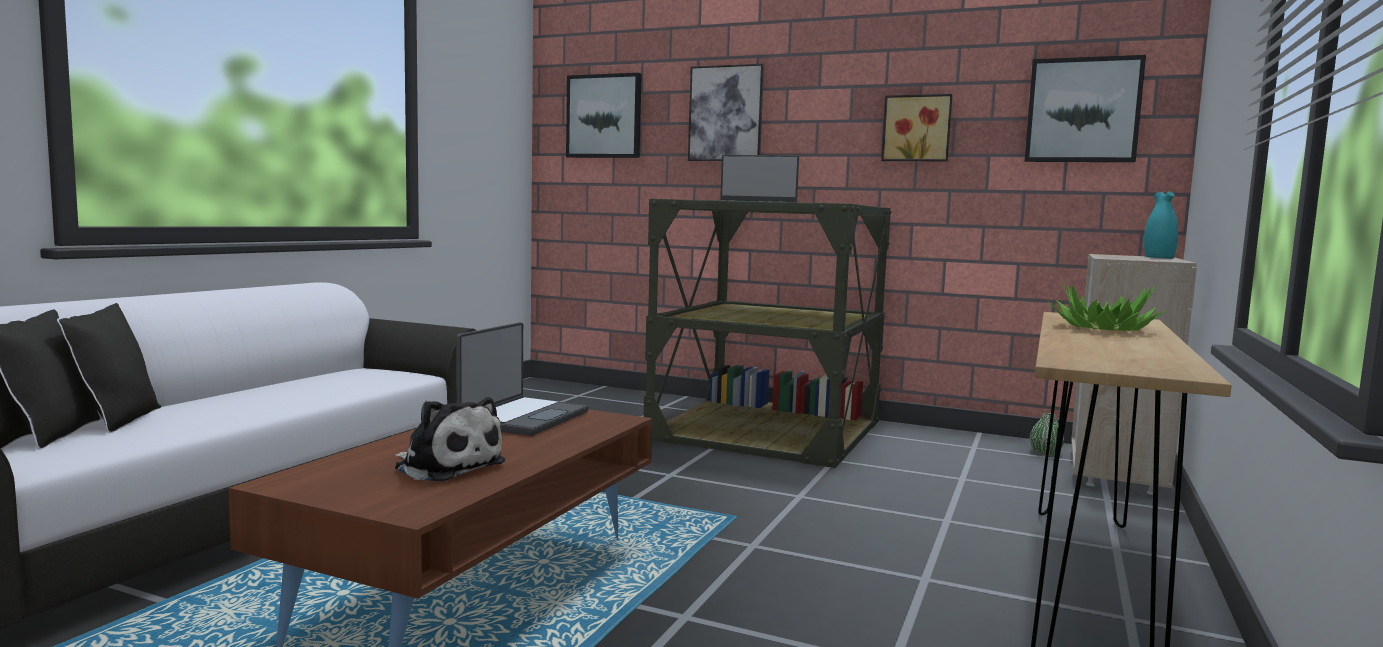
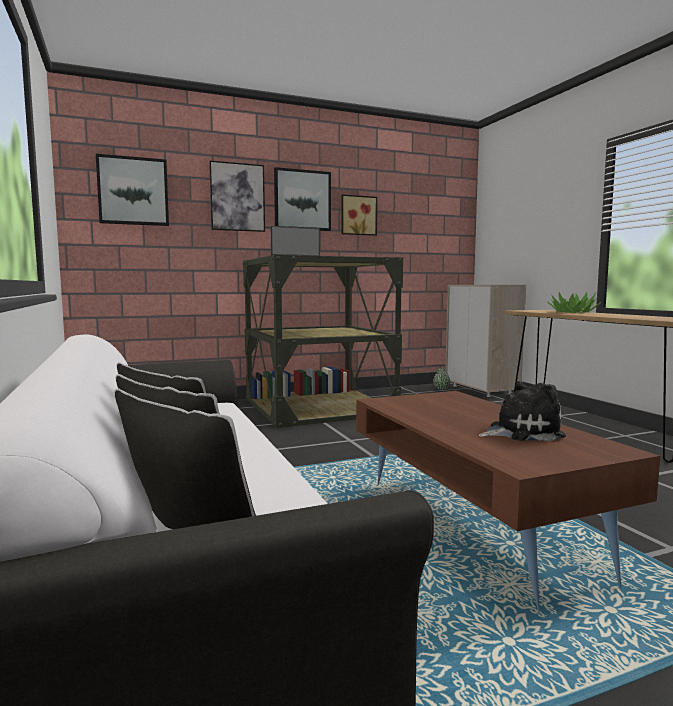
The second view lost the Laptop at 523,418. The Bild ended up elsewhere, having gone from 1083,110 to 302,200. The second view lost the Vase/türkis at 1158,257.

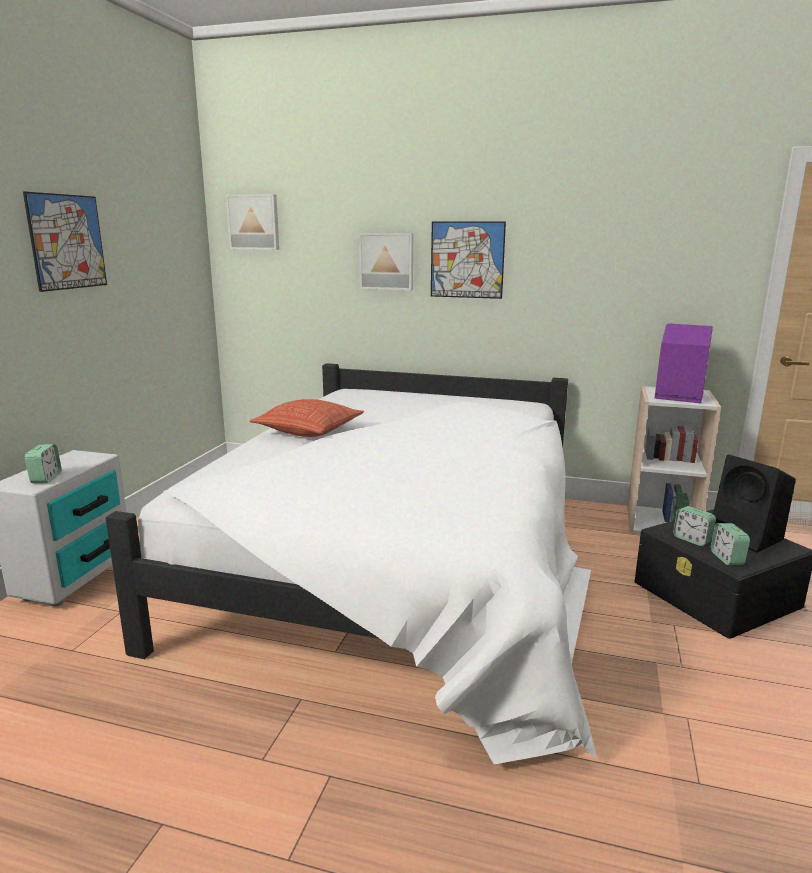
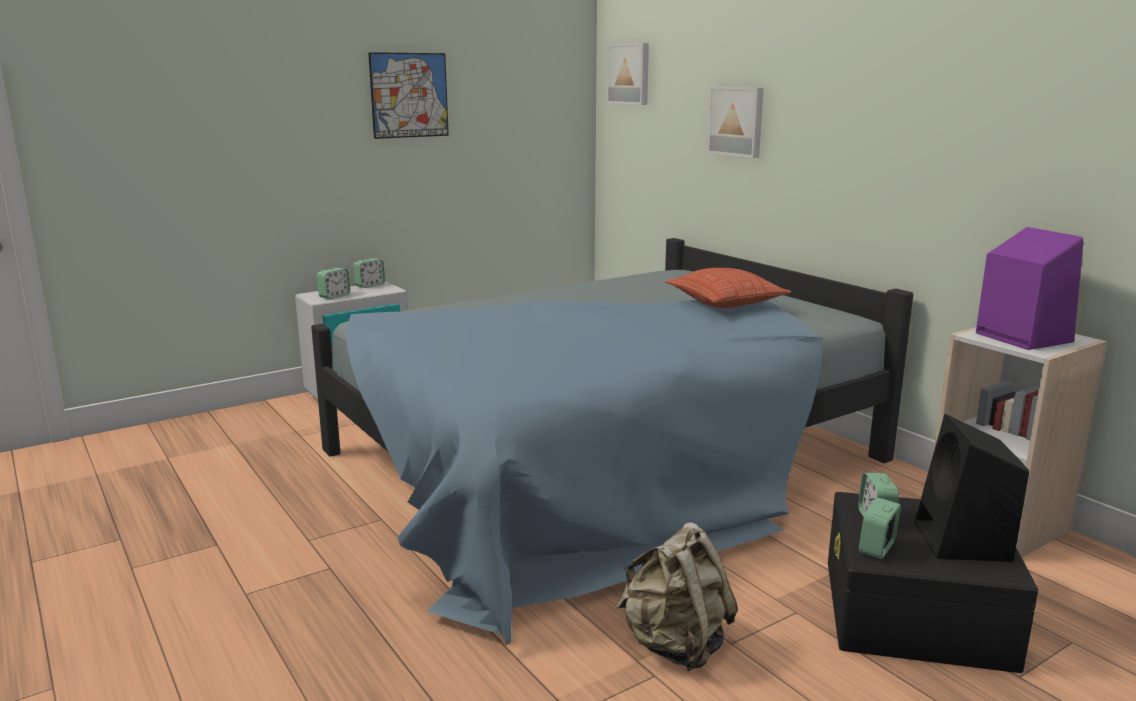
What was the Bett/weiß at 402,567 turned into the Bett/blau at 603,464. The Kissen/orange ended up elsewhere, having gone from 309,431 to 726,303. The second view lost the Bild at 467,260. The second view gained the Wecker at 369,285. The second view gained the Rucksack/beige at 675,645.

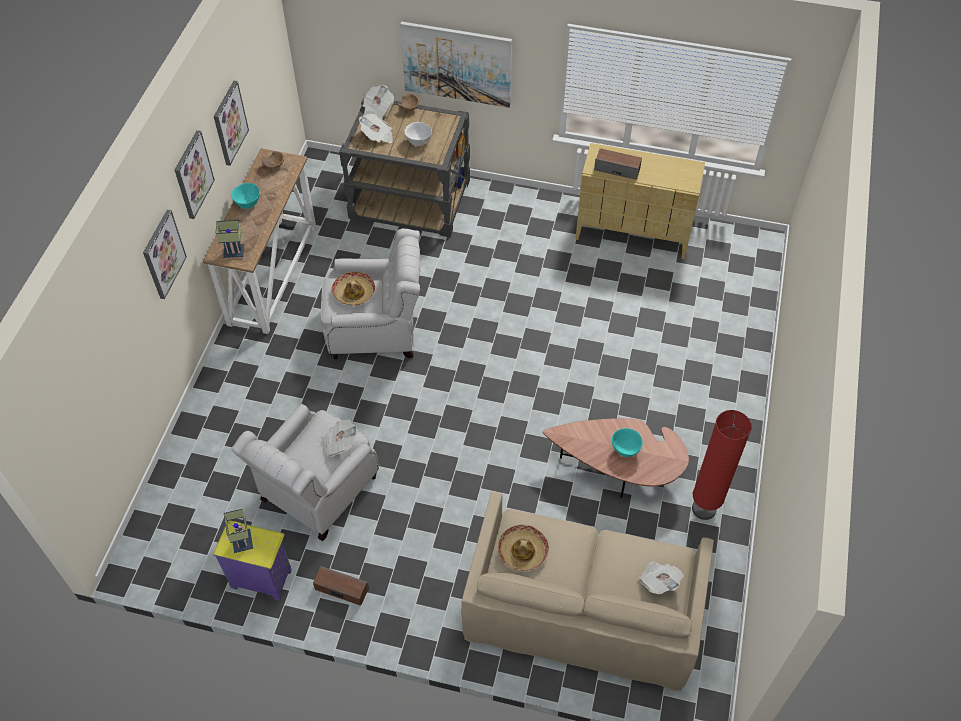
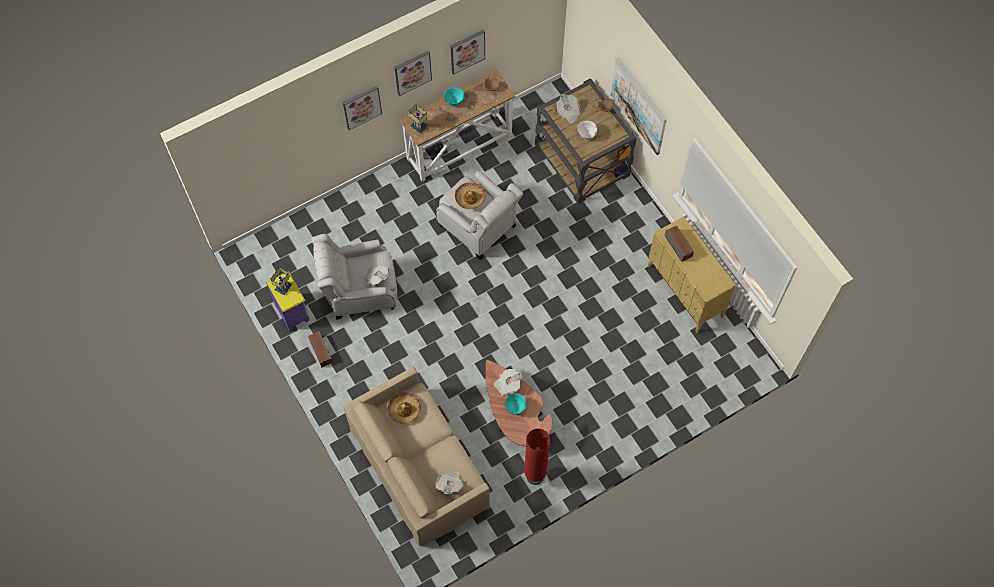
The Zeitung ended up elsewhere, having gone from 377,110 to 507,384.

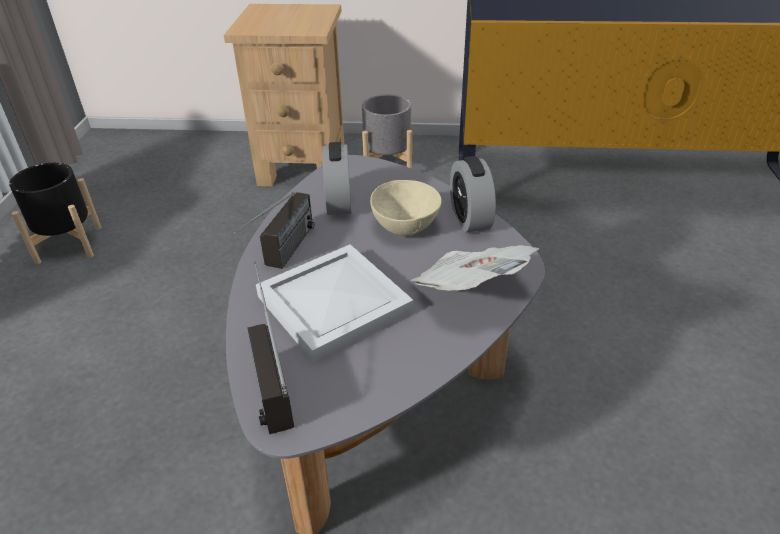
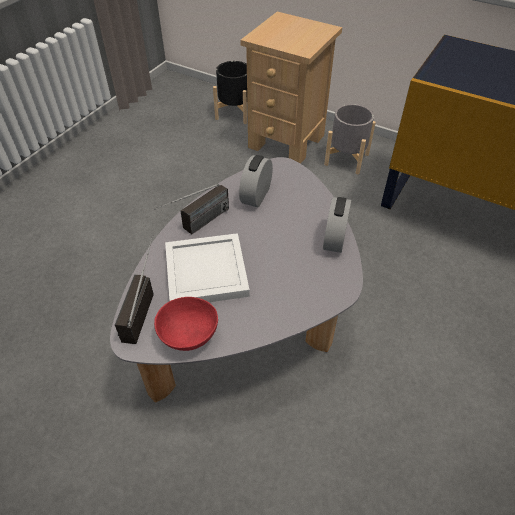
The Pflanzkübel/schwarz ended up elsewhere, having gone from 68,244 to 234,113. The second view lost the Schüssel/beige at 405,225. The second view lost the Zeitung at 469,290. The second view gained the Schüssel/rot at 190,336.

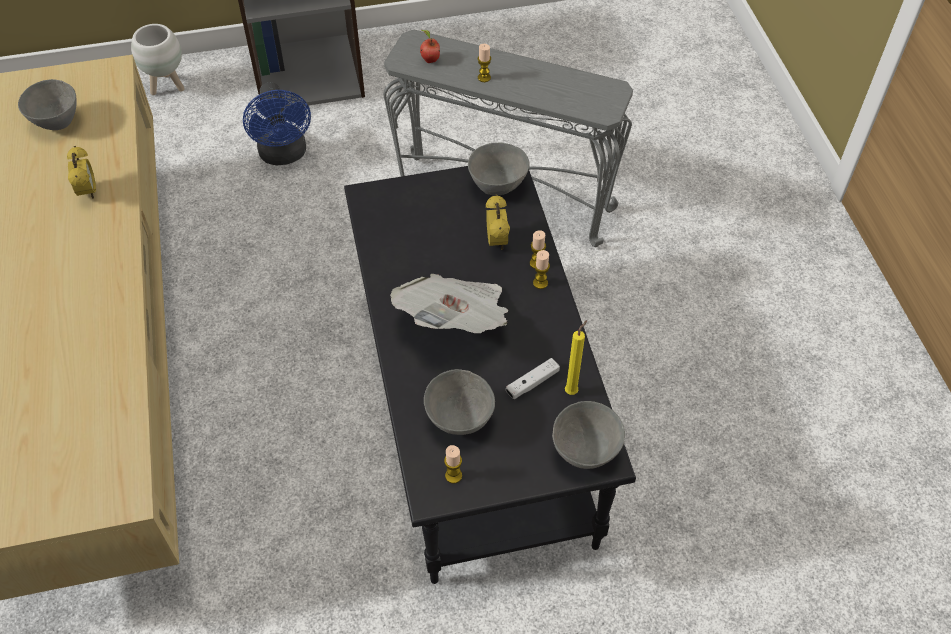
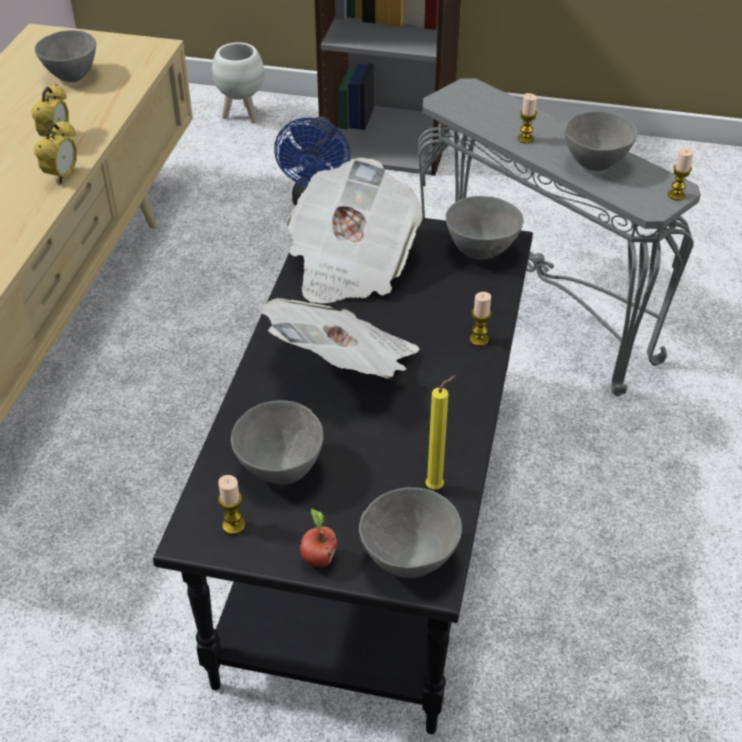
The Apfel ended up elsewhere, having gone from 429,60 to 318,559. The Wecker ended up elsewhere, having gone from 497,241 to 62,176. The second view lost the Gamepad/weiß at 532,383. The Kerze ended up elsewhere, having gone from 540,283 to 676,195. The second view gained the Zeitung at 350,263. The second view gained the Schüssel/grau at 595,165.

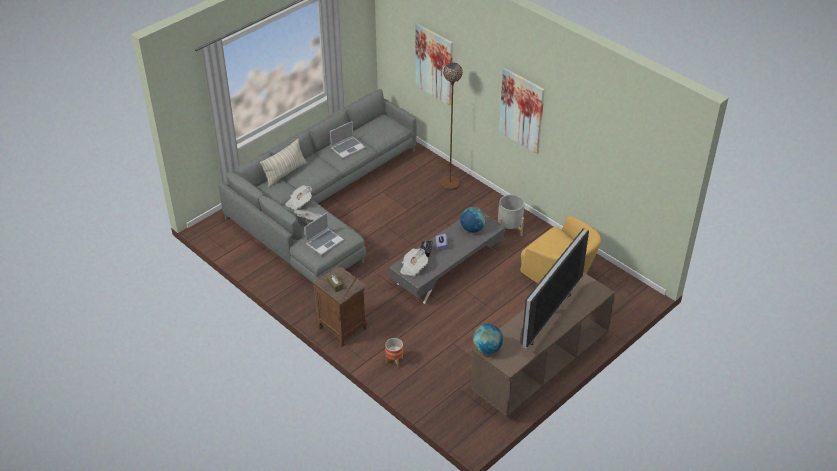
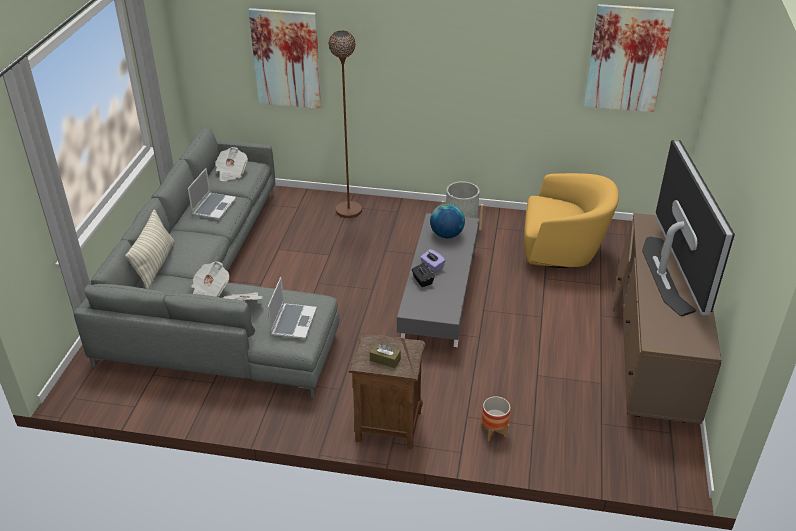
The Zeitung ended up elsewhere, having gone from 413,268 to 231,172. The second view lost the Globus at 487,349. The Bild ended up elsewhere, having gone from 522,110 to 627,59.

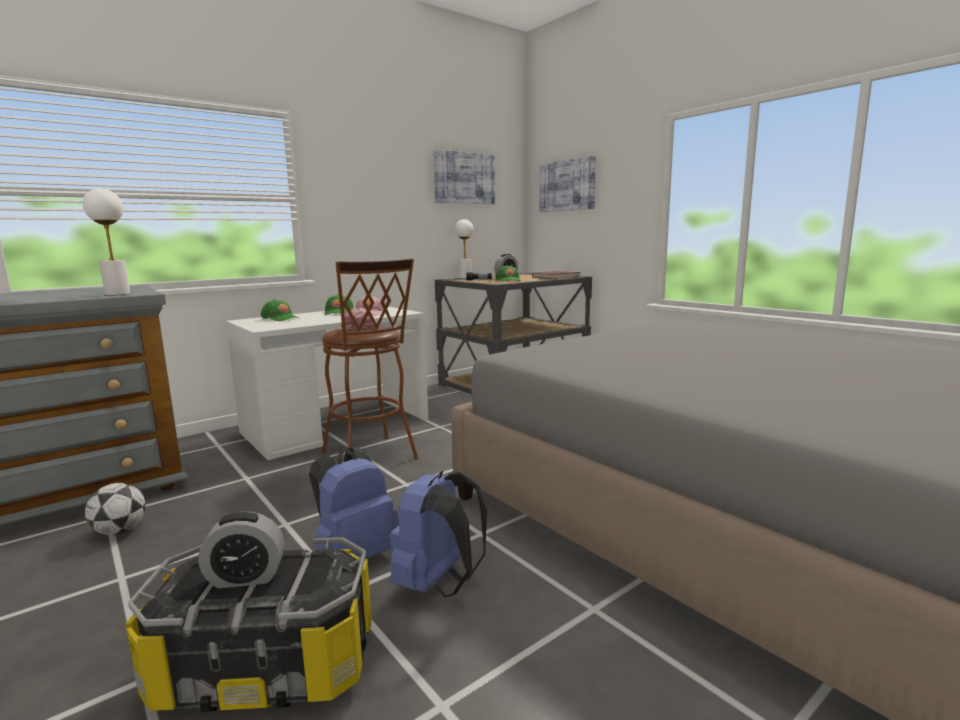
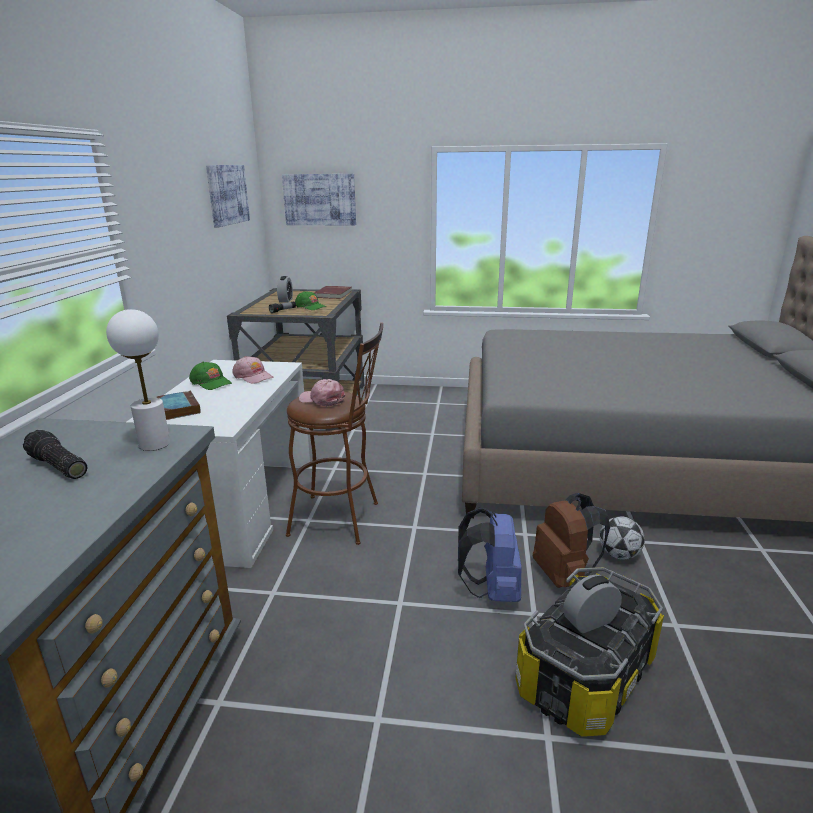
The Fußball ended up elsewhere, having gone from 120,531 to 618,555. The Wecker at 246,577 ended up facing another way, 150 degrees counterclockwise from before. Where the Kappe/grün stood at 280,318, the Buch came to stand at 178,408. What was the Rucksack/blau at 438,584 turned into the Rucksack/braun at 564,575. The second view lost the Tischlampe/weiß at 465,278. The second view gained the Taschenlampe at 57,467.

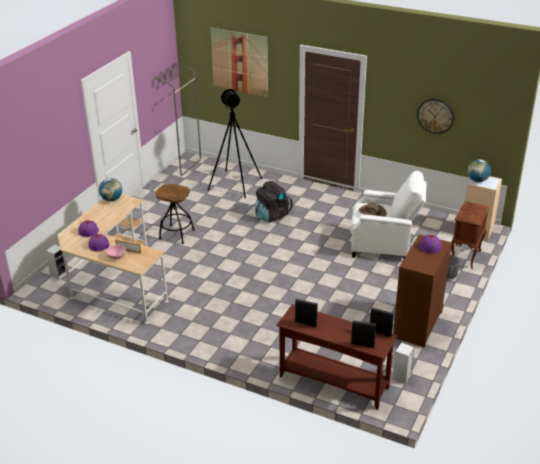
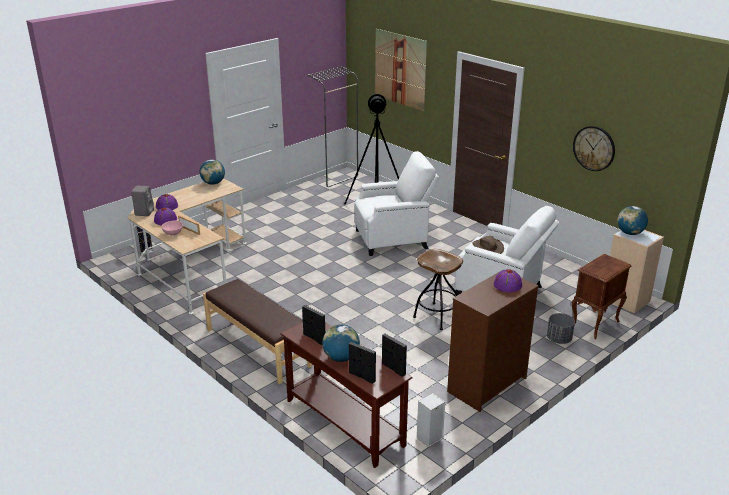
The Hocker/braun ended up elsewhere, having gone from 177,234 to 437,316. Where the Rucksack/schwarz stood at 272,215, the Sessel/weiß came to stand at 394,239. The second view gained the Lautsprecher/grau at 144,212. The second view gained the Bank/braun at 257,347. The second view gained the Globus at 341,358.

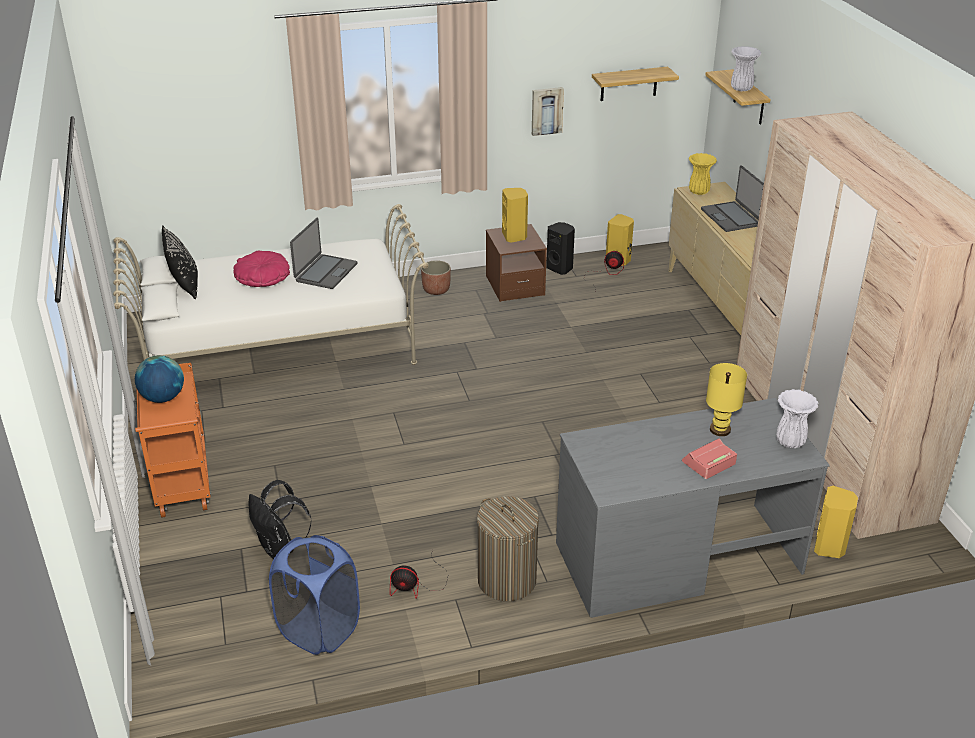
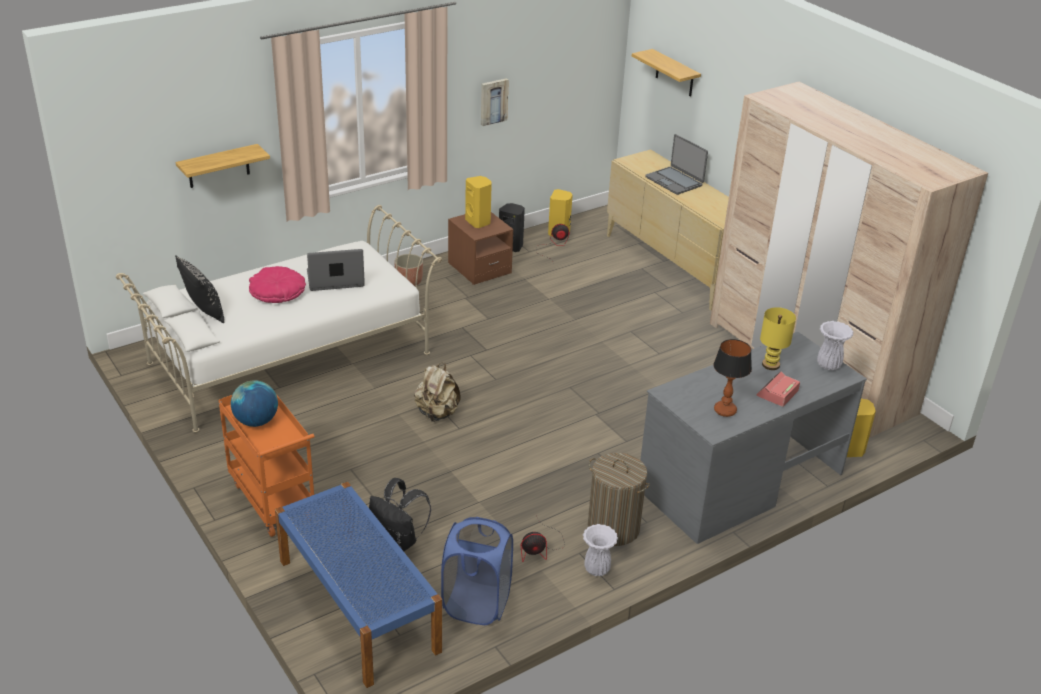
The Laptop at 325,272 ended up facing another way, 105 degrees counterclockwise from before. The Wandregal ended up elsewhere, having gone from 629,84 to 218,166. The second view lost the Vase/gelb at 698,192. The Vase/weiß ended up elsewhere, having gone from 741,88 to 596,569. The second view gained the Bank/blau at 357,605. The second view gained the Rucksack/beige at 437,413. The second view gained the Tischlampe at 725,410.

